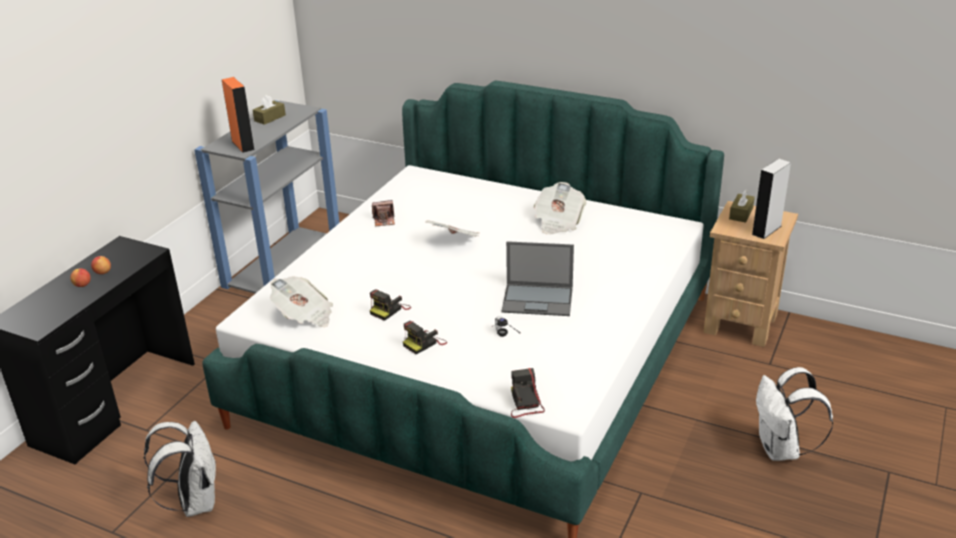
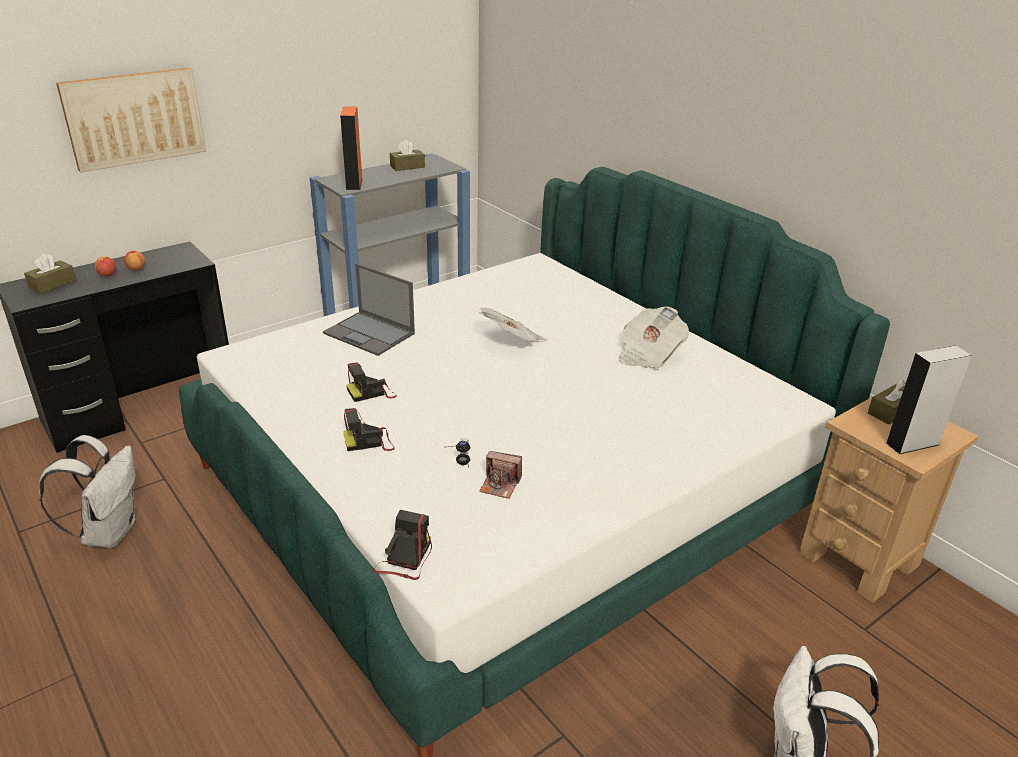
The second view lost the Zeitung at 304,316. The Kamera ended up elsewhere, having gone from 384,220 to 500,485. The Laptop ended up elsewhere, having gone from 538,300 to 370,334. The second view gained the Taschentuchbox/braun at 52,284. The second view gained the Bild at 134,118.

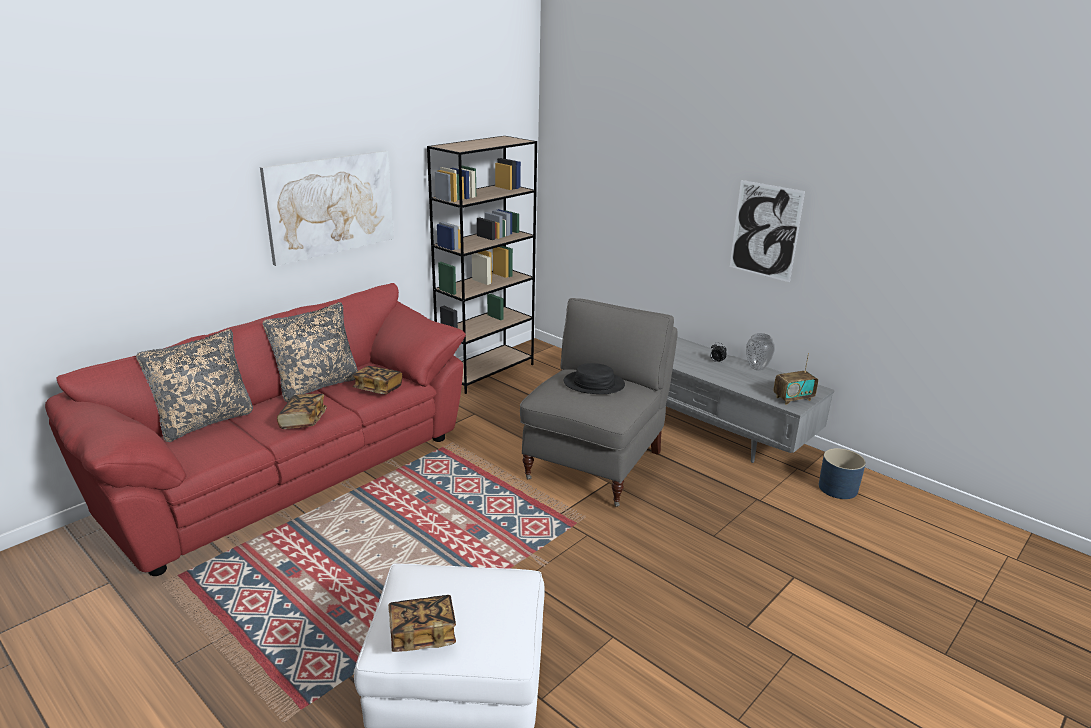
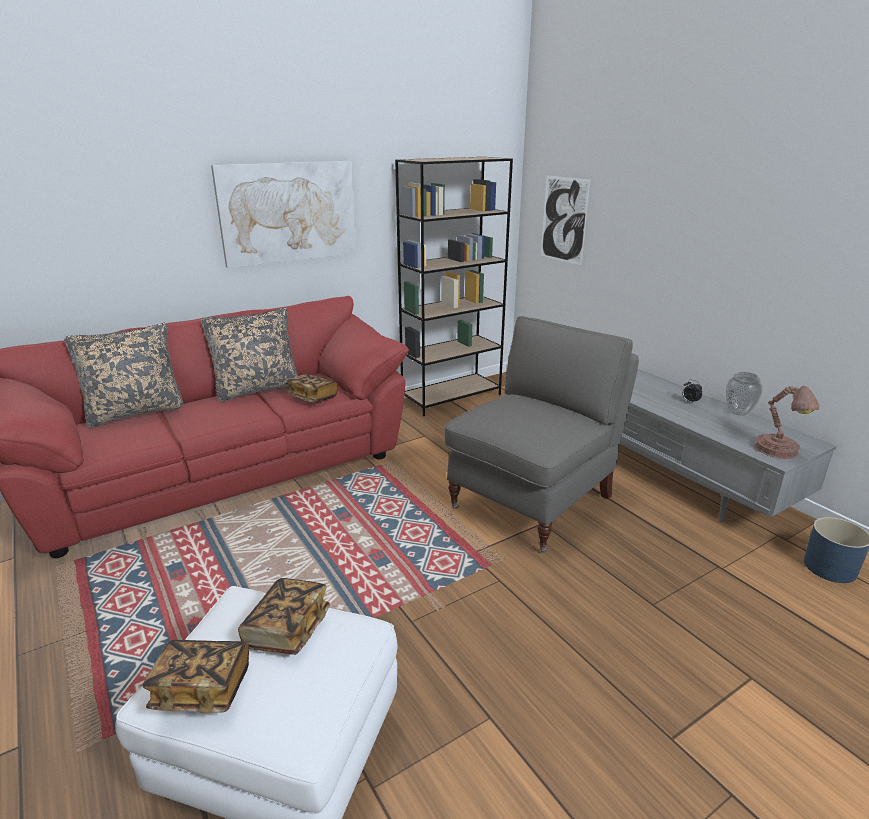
The Buch ended up elsewhere, having gone from 303,421 to 287,629. The second view lost the Hut/schwarz at 594,384. The Bild ended up elsewhere, having gone from 765,231 to 564,220. Where the Radio stood at 793,398, the Tischlampe/braun came to stand at 778,451.

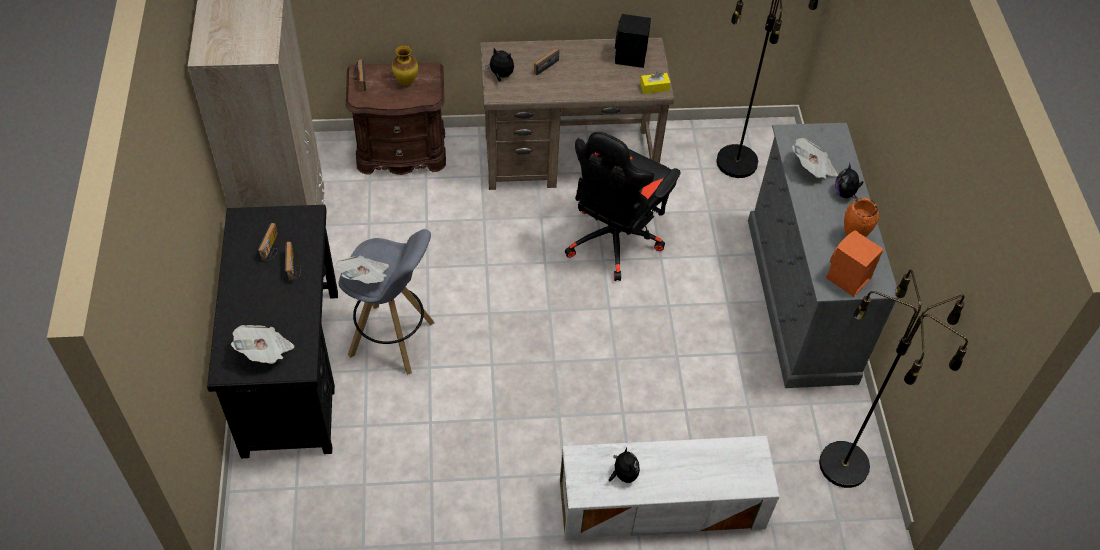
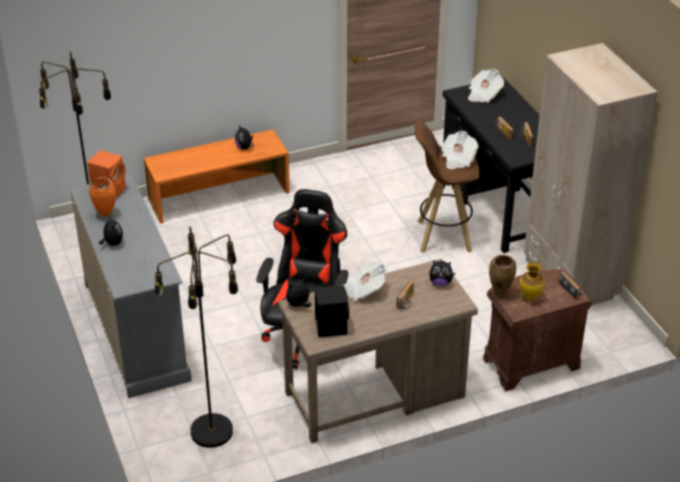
What was the Hocker/grau at 394,340 turned into the Hocker/braun at 442,236. What was the Bank/weiß at 660,506 turned into the Bank/orange at 219,195. Where the Taschentuchbox/gelb stood at 654,87, the Plüschtier came to stand at 298,305. The Zeitung ended up elsewhere, having gone from 812,168 to 363,290. The second view gained the Vase/braun at 500,292.

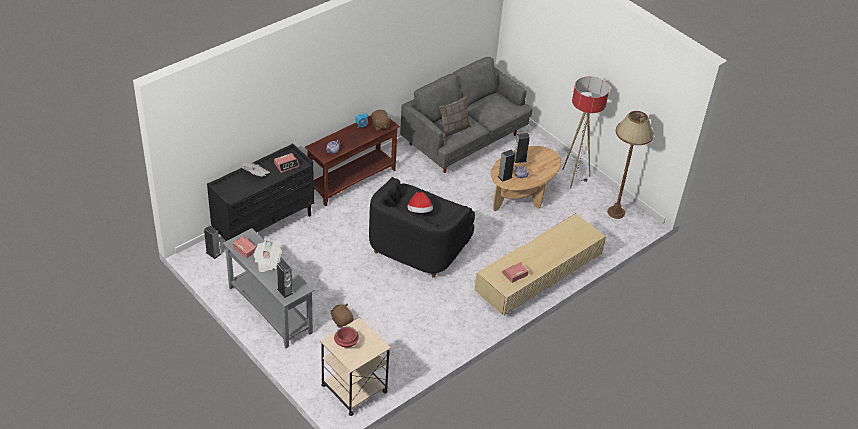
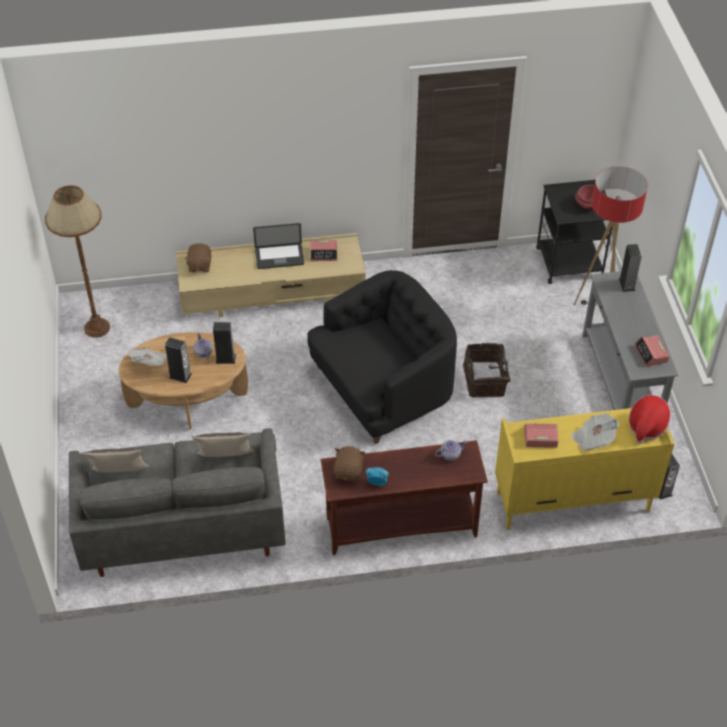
What was the Schrank/schwarz at 264,227 turned into the Schrank/gelb at 572,501. The Zeitung ended up elsewhere, having gone from 267,262 to 150,363. What was the Rollwagen/beige at 353,390 turned into the Rollwagen/schwarz at 570,262. The Plüschtier/braun ended up elsewhere, having gone from 342,321 to 199,265. The Hut ended up elsewhere, having gone from 419,211 to 647,426. The Stehlampe ended up elsewhere, having gone from 574,178 to 596,310. The second view gained the Kissen at 120,475. The second view gained the Laptop at 279,257. The second view gained the Korb at 485,380.

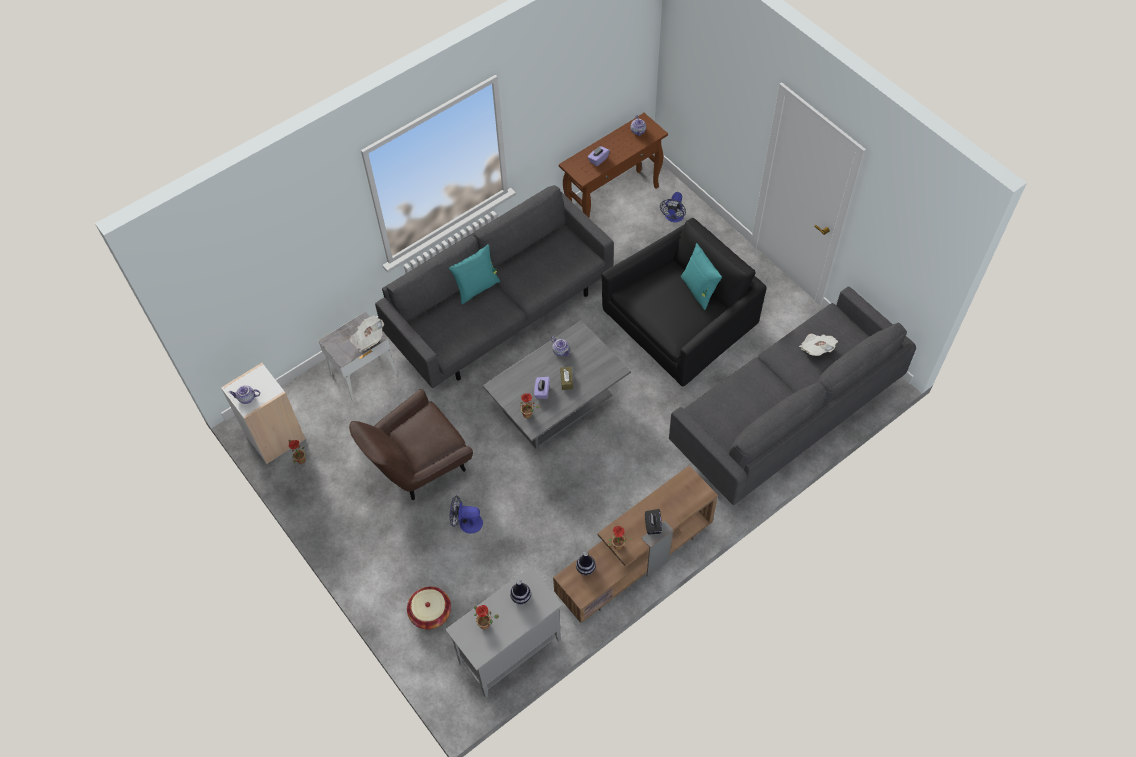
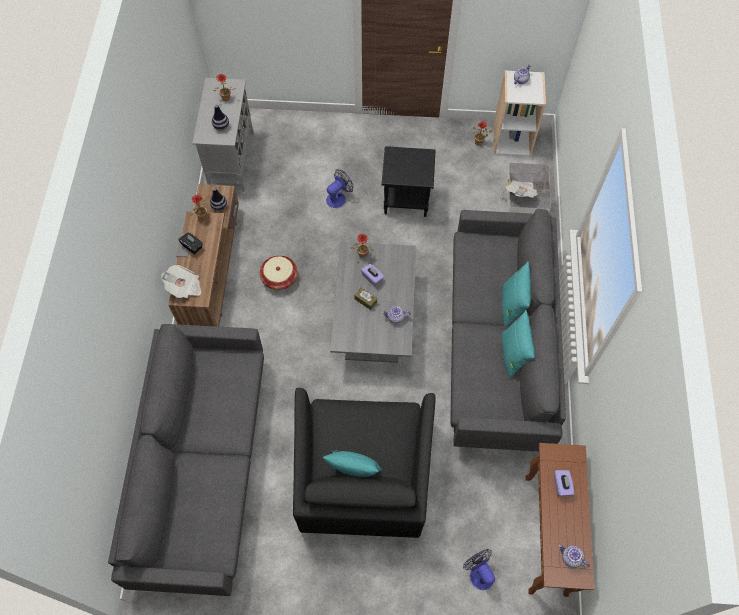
Where the Sessel/braun stood at 418,468, the Beistelltisch/schwarz came to stand at 407,199. The Korb ended up elsewhere, having gone from 430,612 to 279,278. The Zeitung ended up elsewhere, having gone from 816,349 to 184,287. The second view gained the Kissen/türkis at 513,354.

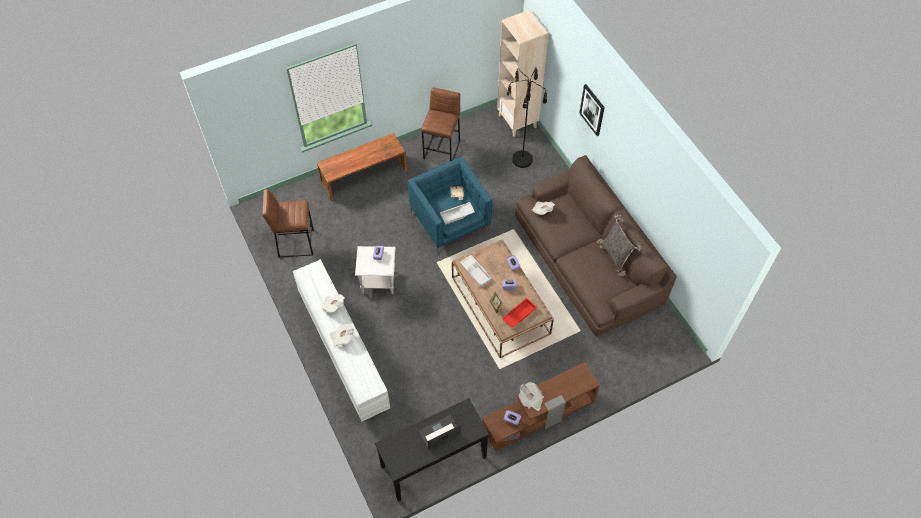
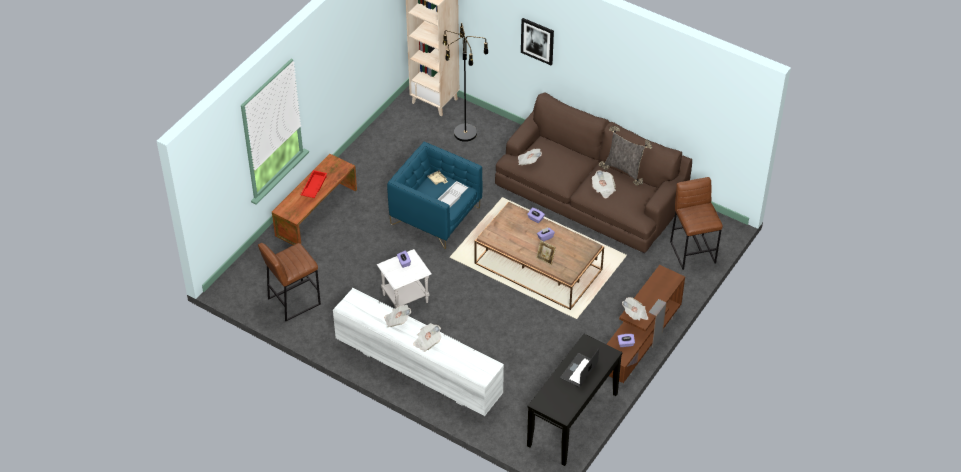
The Hocker/braun ended up elsewhere, having gone from 442,149 to 692,251. The second view lost the Tablett/weiß at 476,272. The Tablett/rot ended up elsewhere, having gone from 519,314 to 313,186. The second view gained the Zeitung at 603,189.

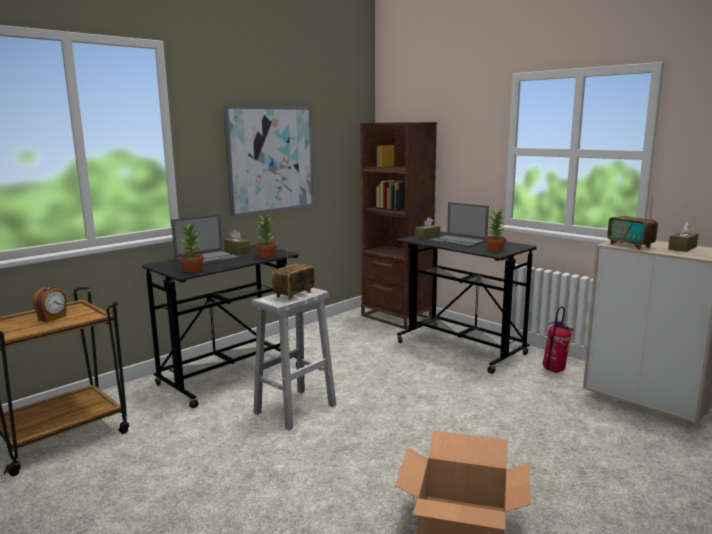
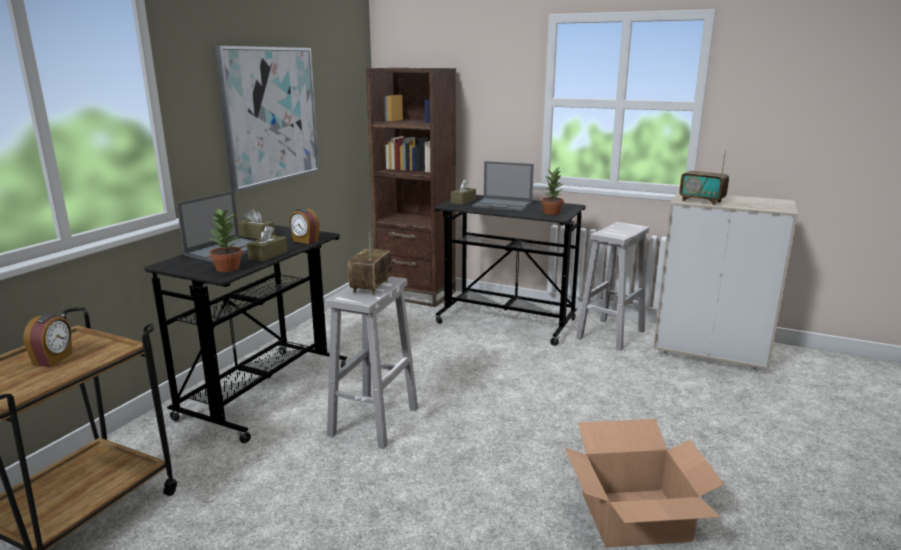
Where the Topfpflanze stood at 267,256, the Wecker came to stand at 305,241. Where the Feuerlöscher stood at 554,371, the Hocker/weiß came to stand at 611,334. The Taschentuchbox/braun ended up elsewhere, having gone from 682,248 to 268,255.

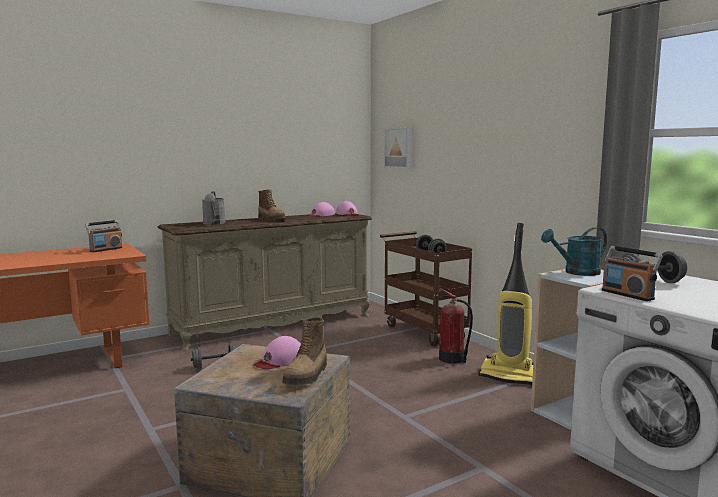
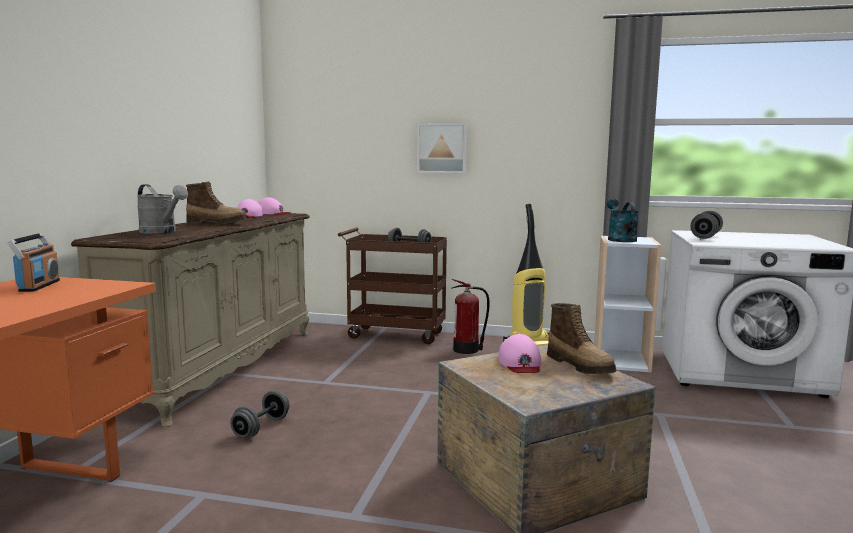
The Bild ended up elsewhere, having gone from 399,147 to 442,148. The Gießkanne/türkis at 576,272 ended up facing another way, 150 degrees clockwise from before. The second view lost the Radio at 627,295.

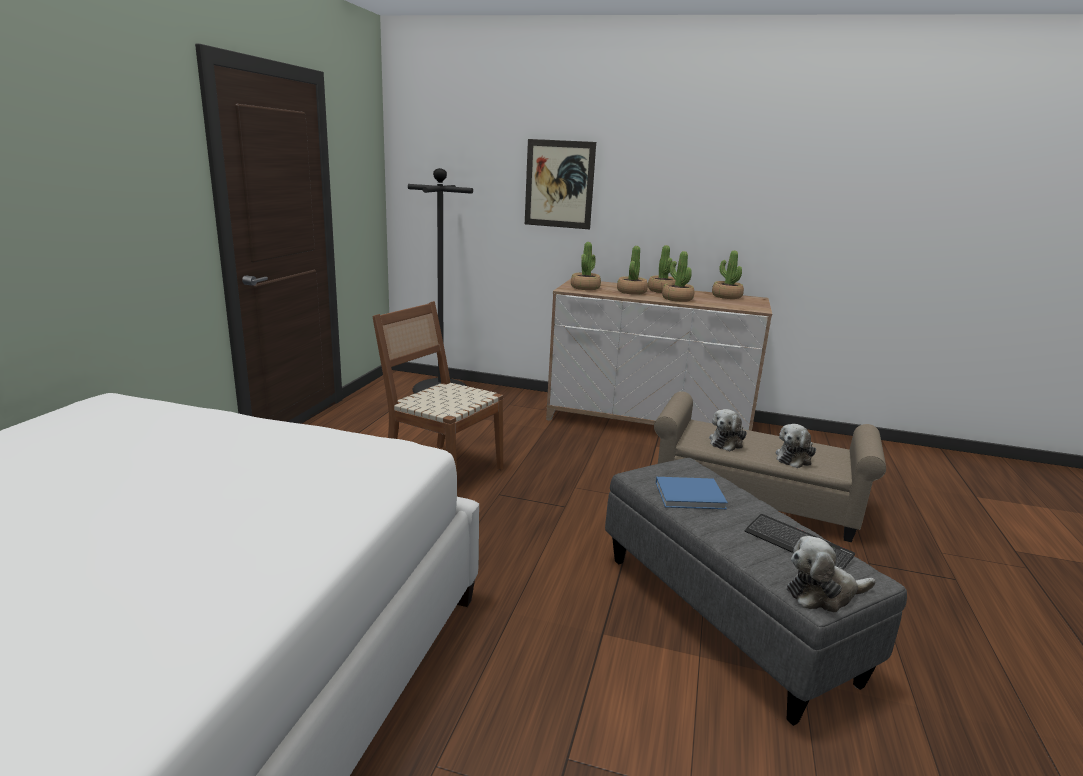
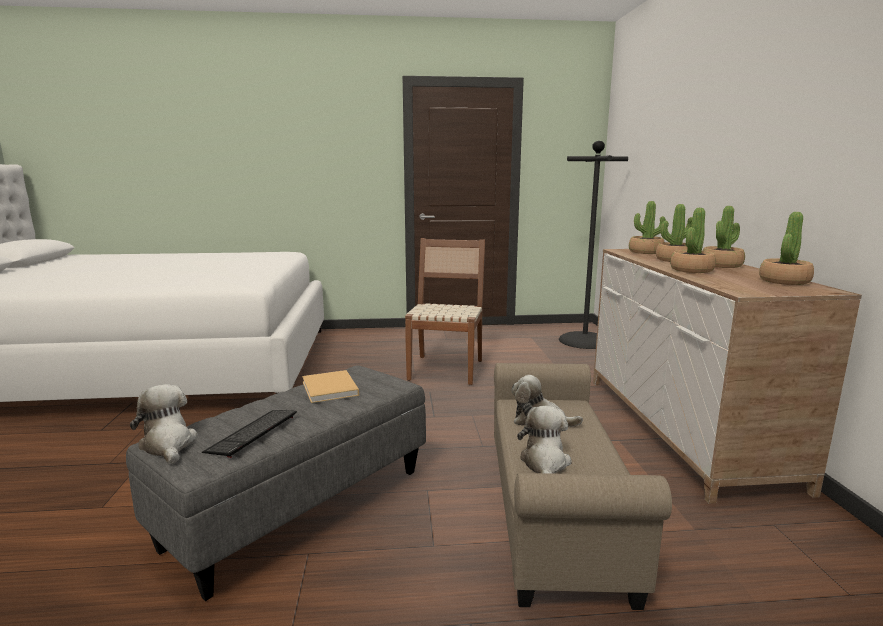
The second view lost the Bild at 559,184. What was the Buch/blau at 692,495 turned into the Buch/beige at 330,389. The Plüschtier at 795,458 ended up facing another way, 75 degrees clockwise from before.

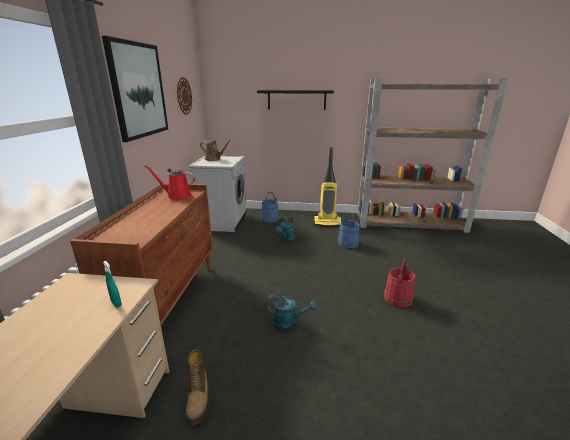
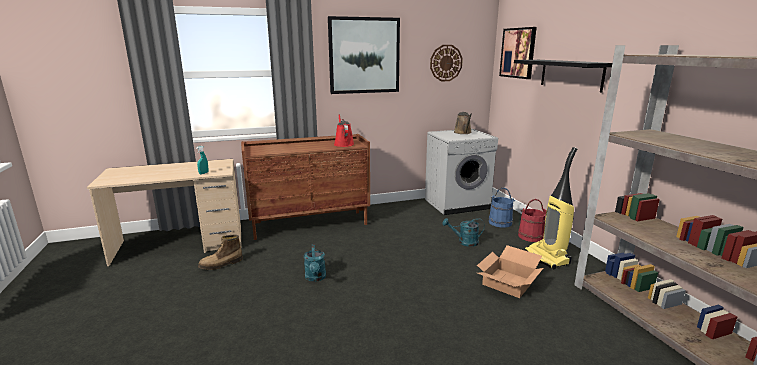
Where the Eimer/blau stood at 348,243, the Karton came to stand at 508,283. The Eimer/rot ended up elsewhere, having gone from 398,298 to 530,236. The second view gained the Bild at 518,53.

